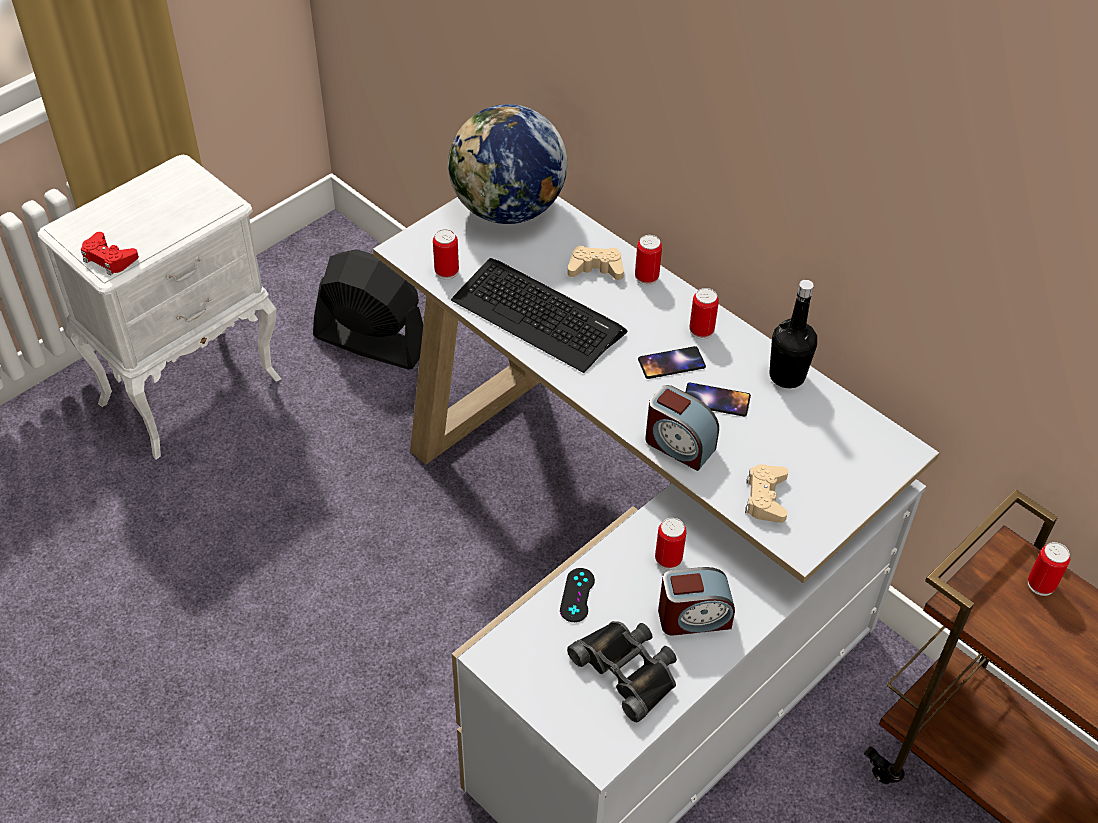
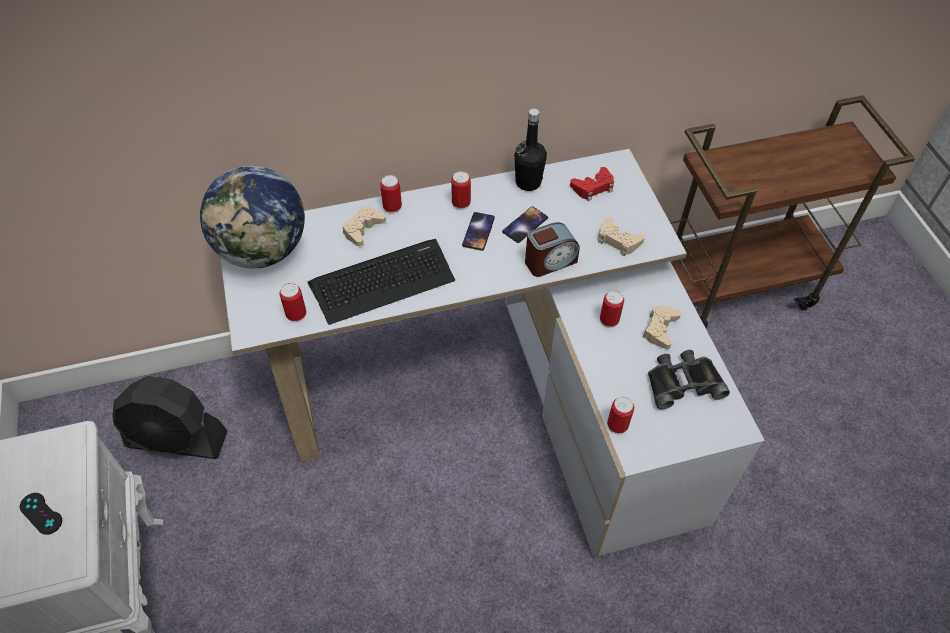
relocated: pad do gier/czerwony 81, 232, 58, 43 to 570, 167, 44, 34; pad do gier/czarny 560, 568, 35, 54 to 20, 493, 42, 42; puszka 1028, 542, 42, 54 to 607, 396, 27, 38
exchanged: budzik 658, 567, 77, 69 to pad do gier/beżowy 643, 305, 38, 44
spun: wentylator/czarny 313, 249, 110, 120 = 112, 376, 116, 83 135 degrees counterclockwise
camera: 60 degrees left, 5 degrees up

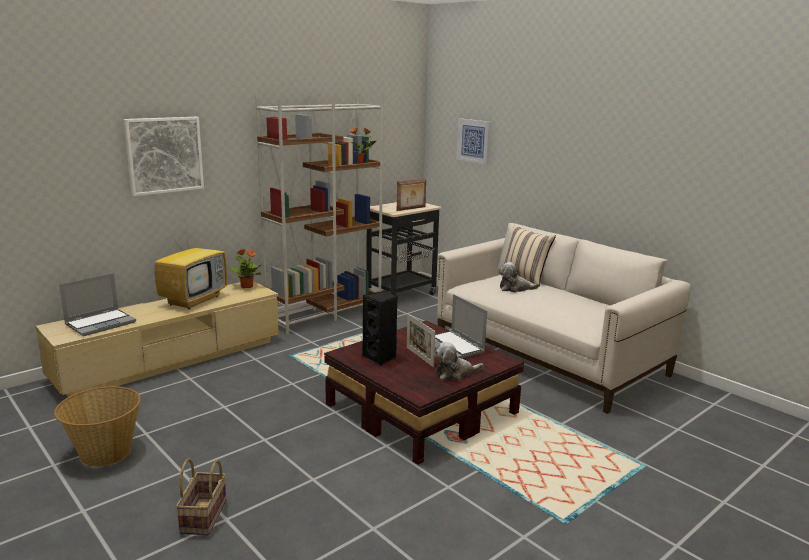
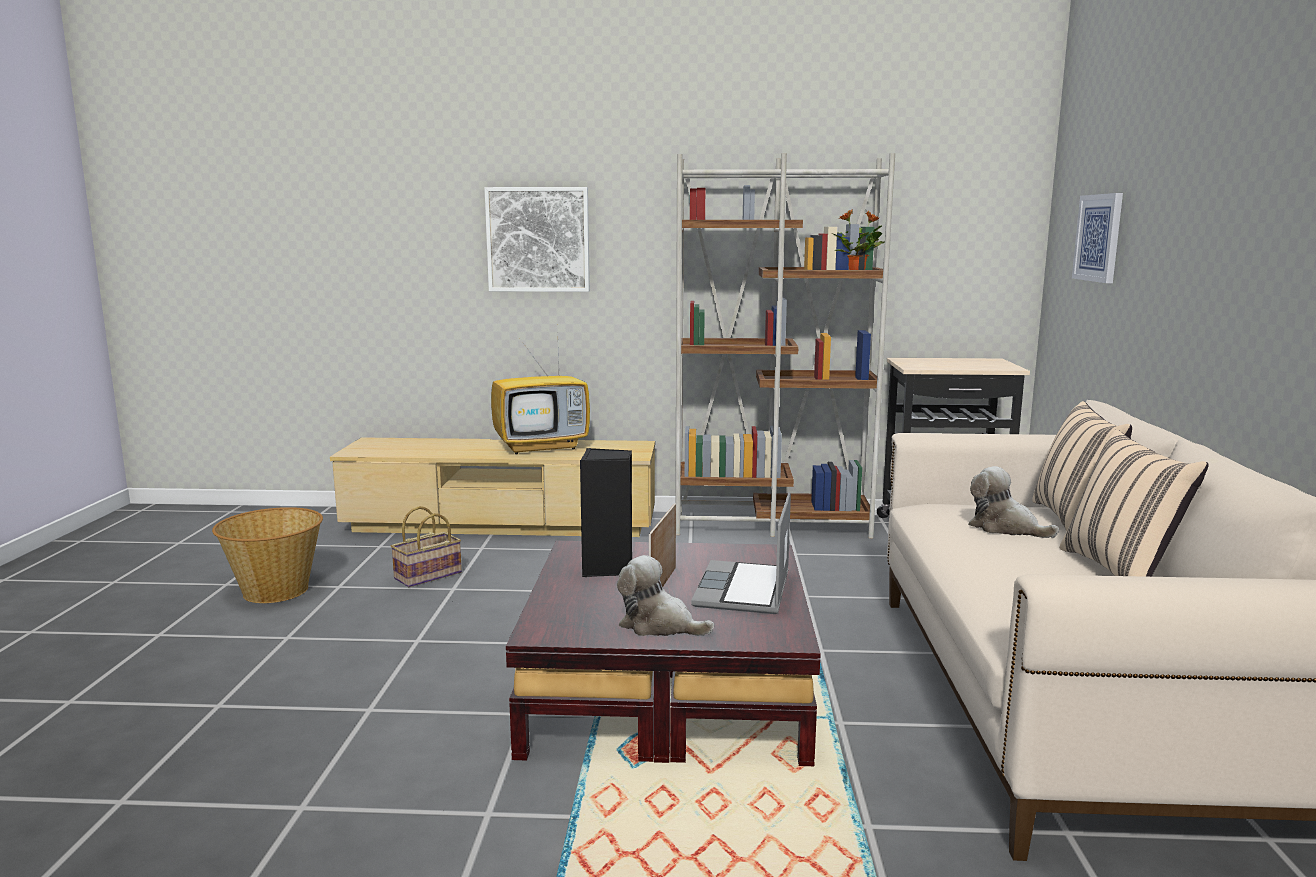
missing: laptop 59, 273, 77, 63; roślina doniczkowa 228, 249, 35, 40; ramka na zdjęcie 397, 179, 29, 32
appeared: poduszka/beżowy 1060, 430, 148, 147
relocated: koszyk 176, 459, 50, 76 to 391, 506, 71, 81
camera: 45 degrees right, 5 degrees down

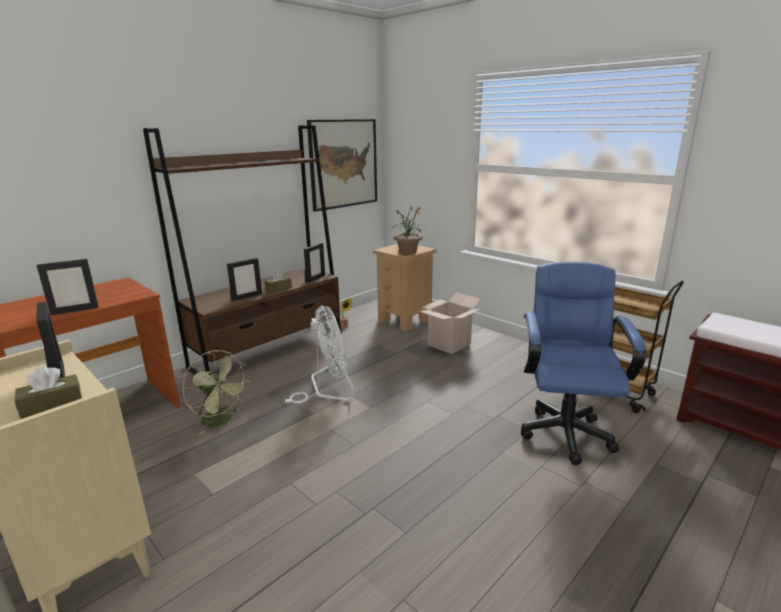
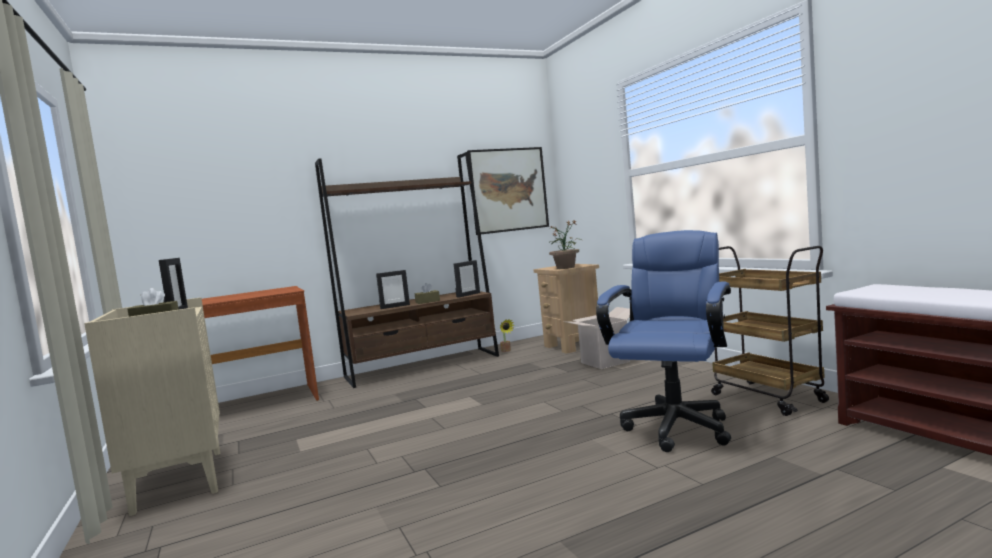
missing: ramka na zdjęcie 37, 259, 62, 56; wentylator/zielony 182, 350, 68, 85; wentylator/biały 284, 305, 71, 98
camera: 20 degrees right, 15 degrees down

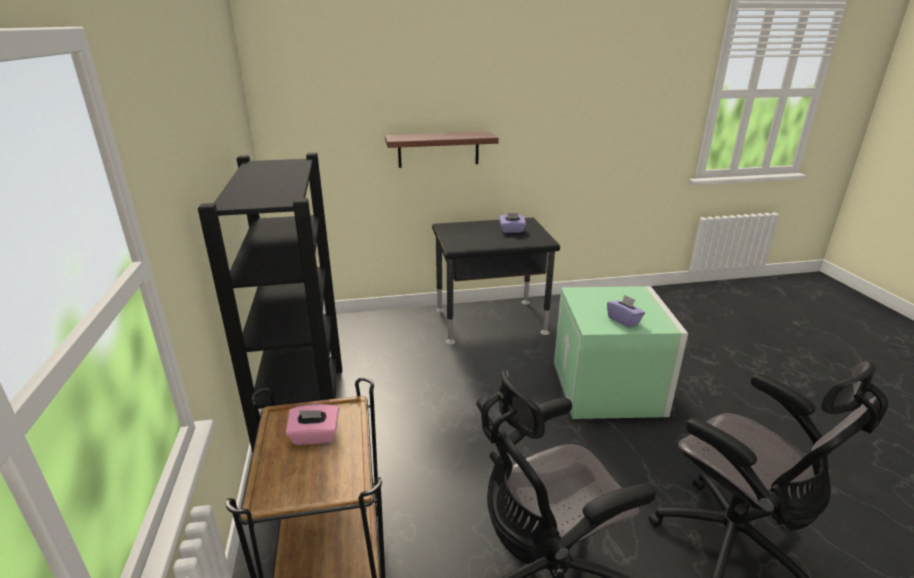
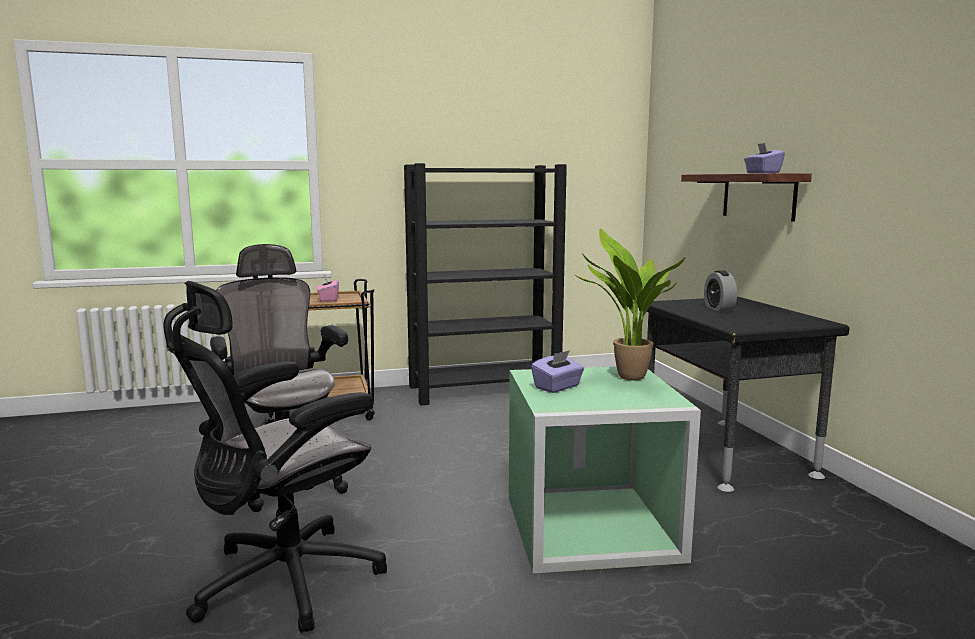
appeared: roślina doniczkowa 572, 229, 114, 152; budzik 704, 270, 33, 41
relocated: pudełko chusteczek/fioletowy 499, 213, 27, 20 to 744, 143, 41, 30
camera: 85 degrees right, 15 degrees down

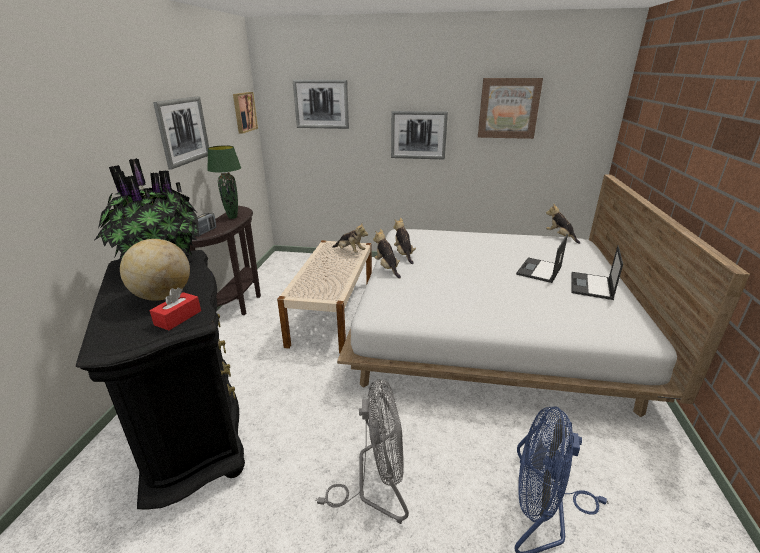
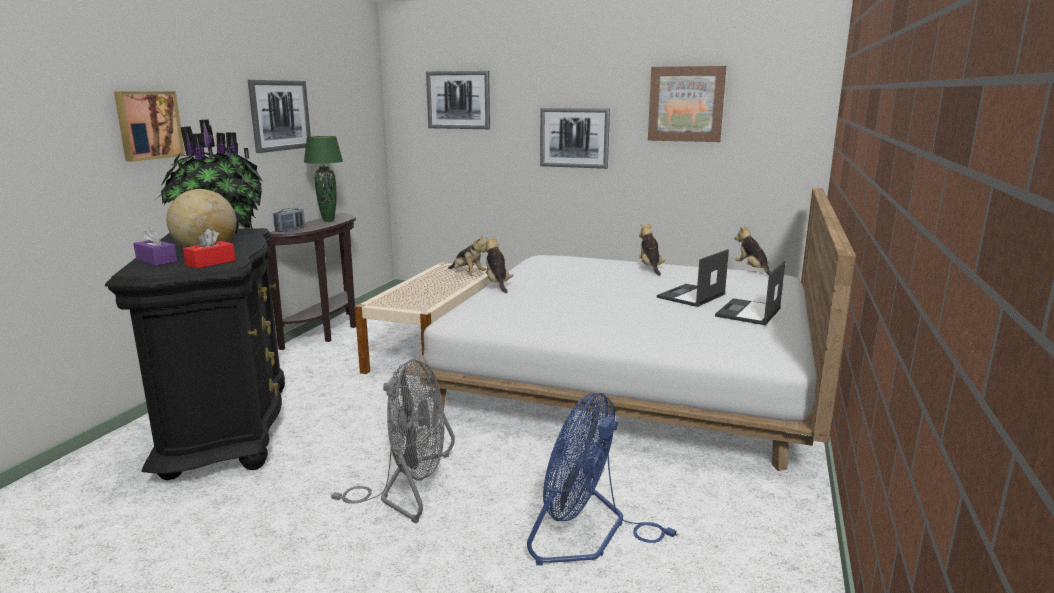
appeared: pudełko chusteczek/fioletowy 133, 227, 44, 39
relocated: obraz 233, 92, 25, 42 to 114, 91, 71, 71; pluszak 393, 217, 23, 47 to 639, 223, 27, 53
camera: 10 degrees right, 10 degrees down

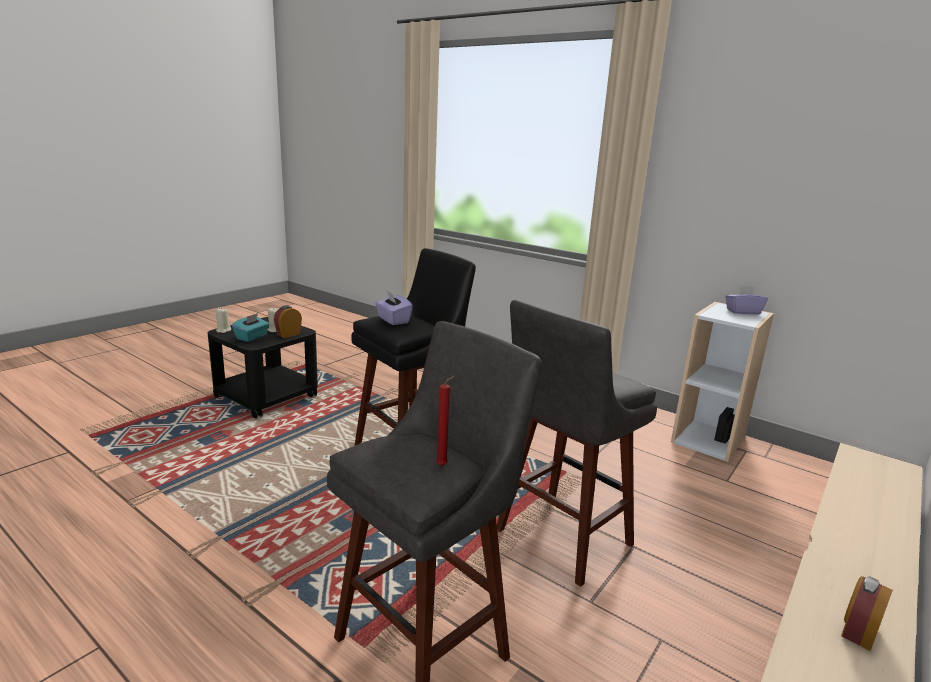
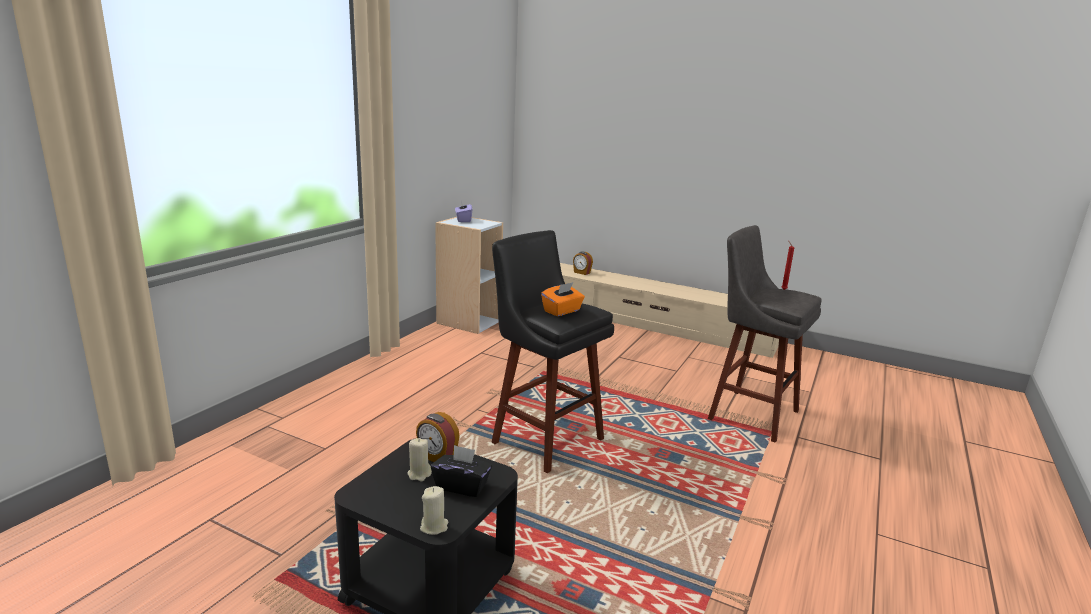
missing: stołek/szary 497, 300, 160, 287
relocated: budzik 841, 576, 52, 75 to 573, 252, 20, 23
colour: pudełko chusteczek/turkusowy 232, 313, 37, 29 to pudełko chusteczek/czarny 431, 445, 61, 52; pudełko chusteczek/fioletowy 375, 291, 38, 34 to pudełko chusteczek/pomarańczowy 541, 282, 44, 34
camera: 100 degrees left, 0 degrees up

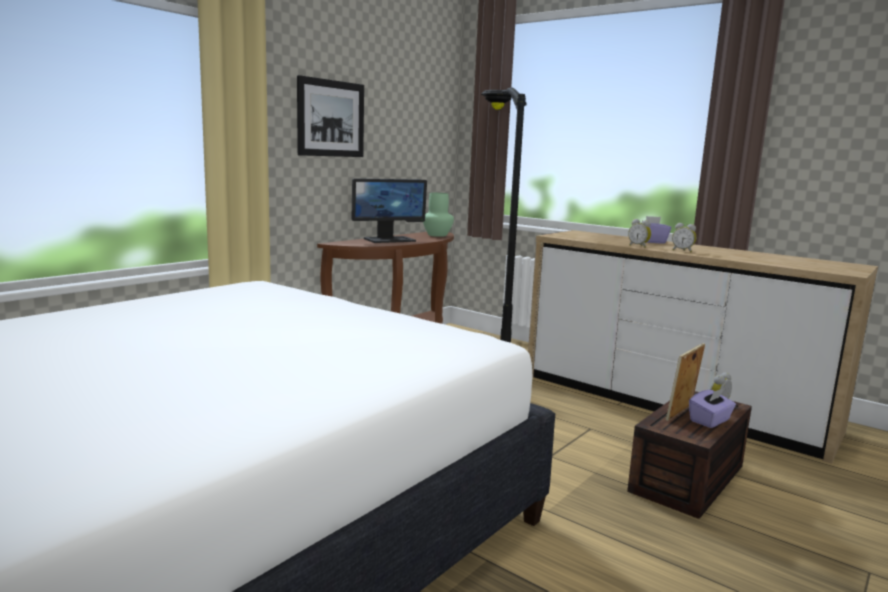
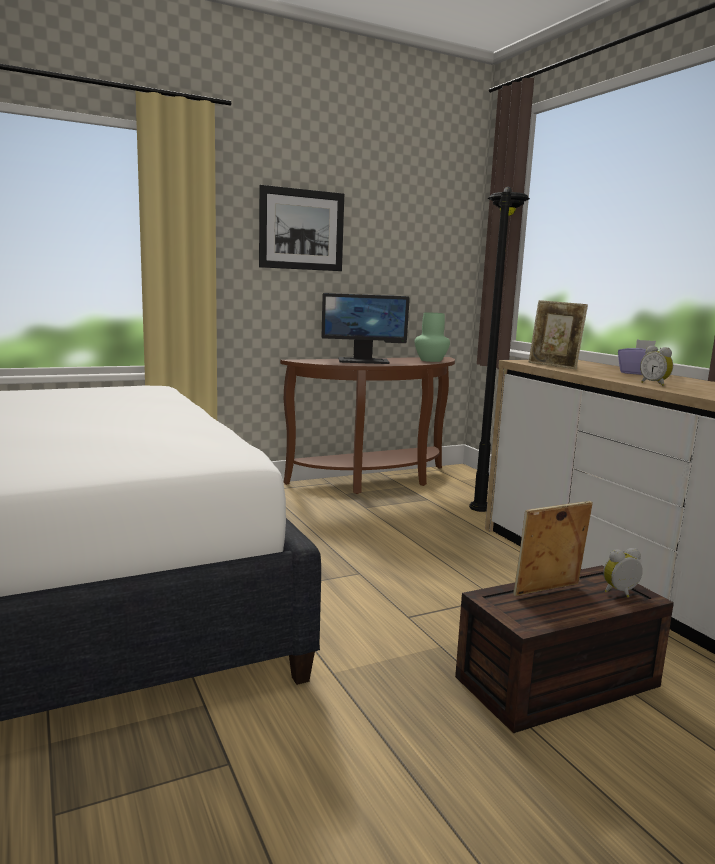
missing: budzik 628, 219, 23, 29; pudełko chusteczek/fioletowy 689, 388, 47, 40
appeared: ramka na zdjęcie 529, 300, 59, 70
camera: 25 degrees right, 0 degrees up

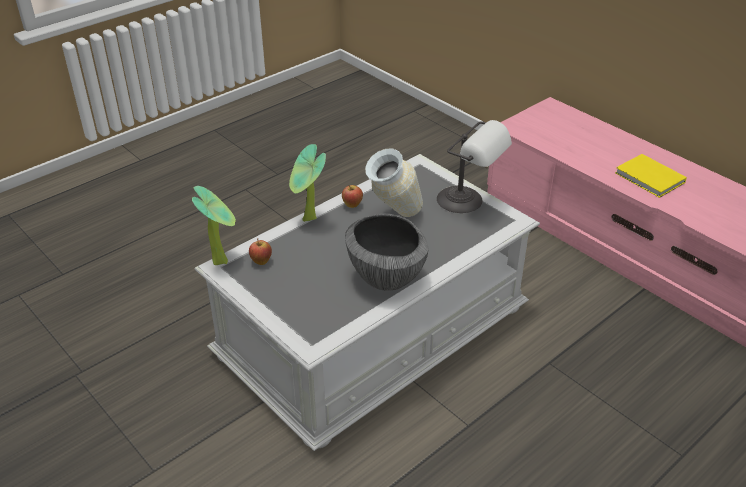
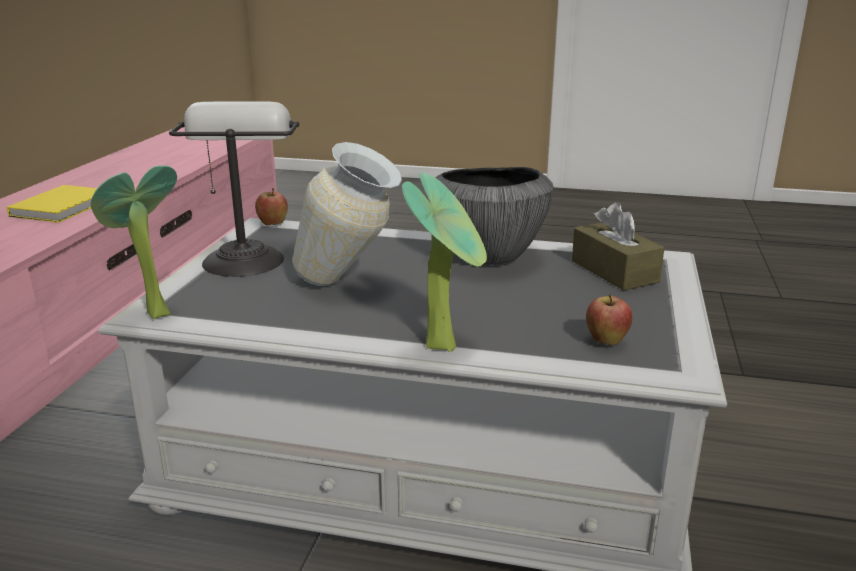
appeared: pudełko chusteczek/brązowy 572, 202, 93, 88
relocated: roślina doniczkowa 192, 186, 44, 79 to 91, 165, 86, 154; jabłko 342, 185, 21, 23 to 255, 188, 33, 38
camera: 125 degrees left, 15 degrees down

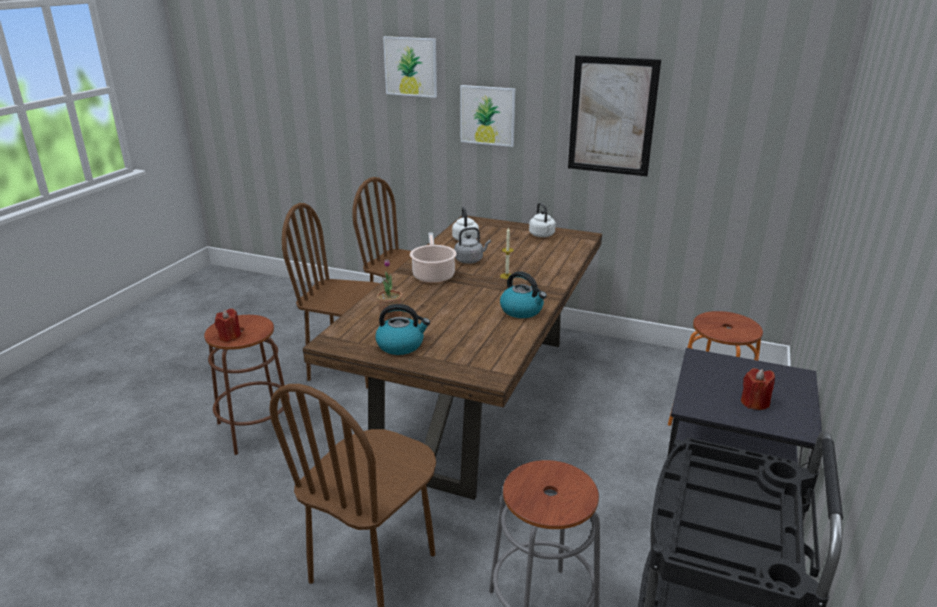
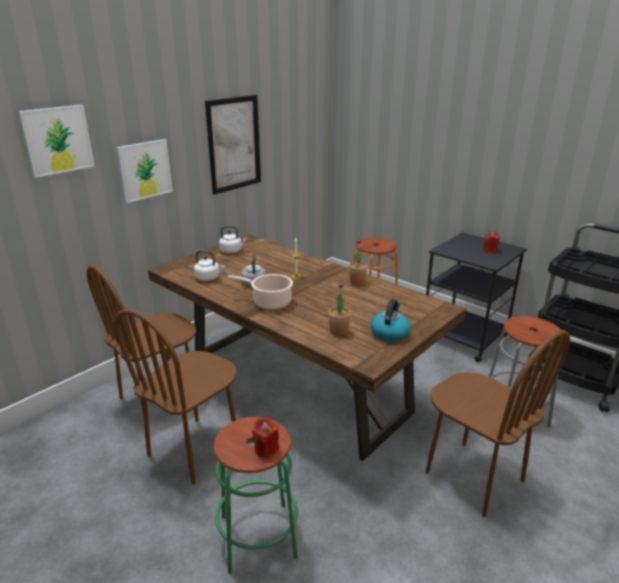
exchanged: czajnik 500, 271, 47, 47 to roślina doniczkowa 349, 238, 18, 47
colour: stołek/brązowy 204, 315, 86, 140 to stołek/zielony 214, 417, 84, 157
camera: 70 degrees left, 0 degrees up

